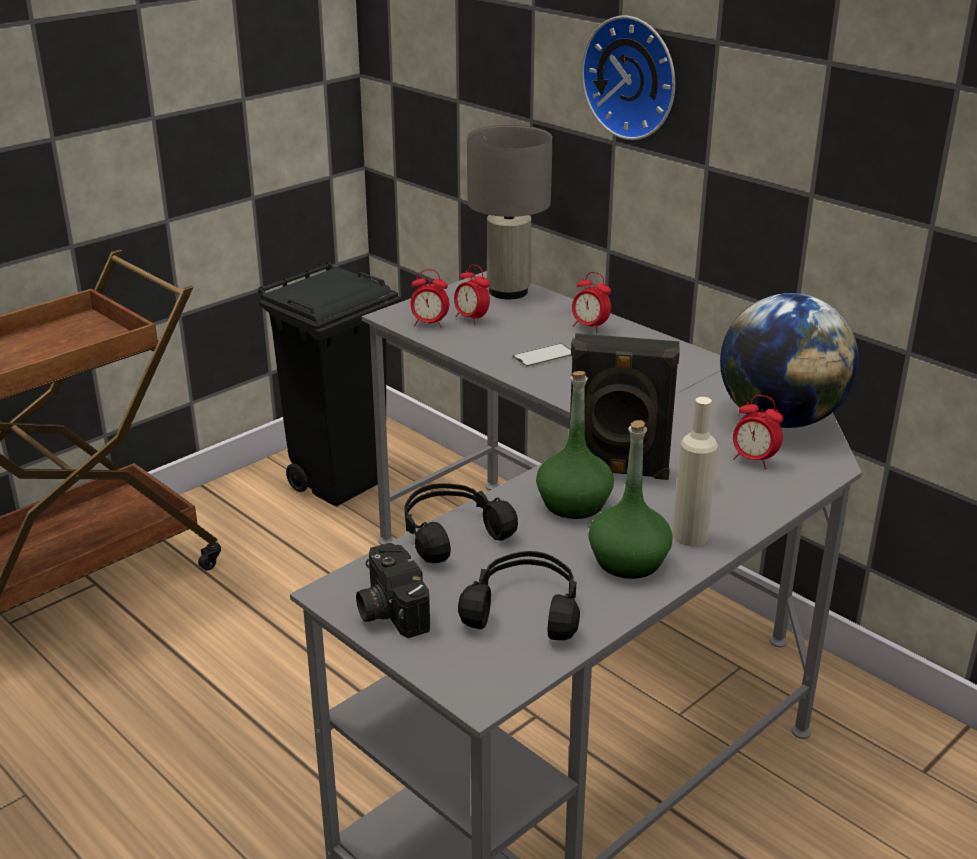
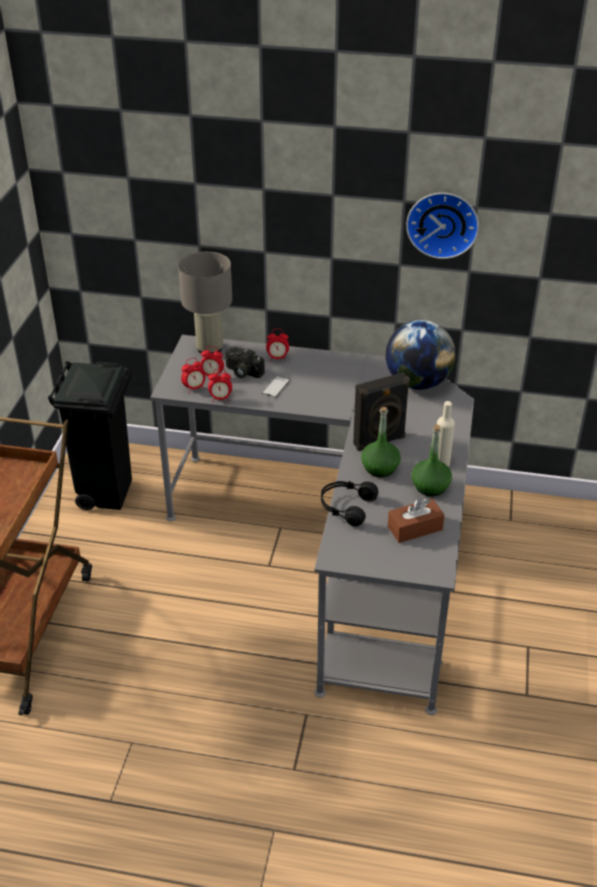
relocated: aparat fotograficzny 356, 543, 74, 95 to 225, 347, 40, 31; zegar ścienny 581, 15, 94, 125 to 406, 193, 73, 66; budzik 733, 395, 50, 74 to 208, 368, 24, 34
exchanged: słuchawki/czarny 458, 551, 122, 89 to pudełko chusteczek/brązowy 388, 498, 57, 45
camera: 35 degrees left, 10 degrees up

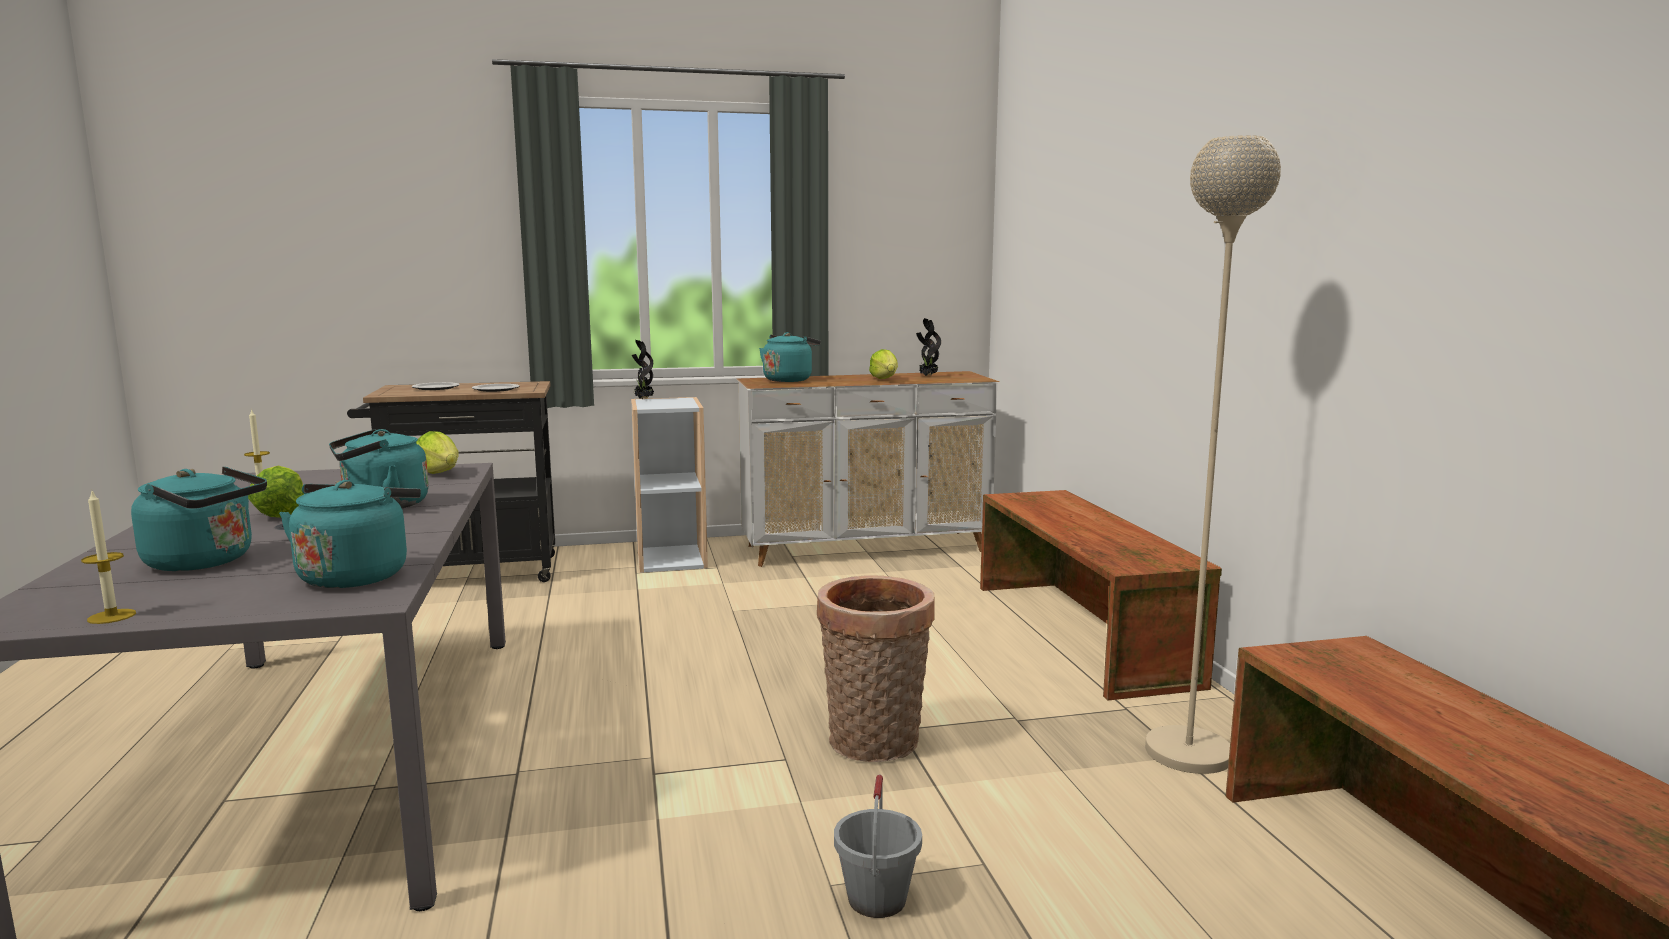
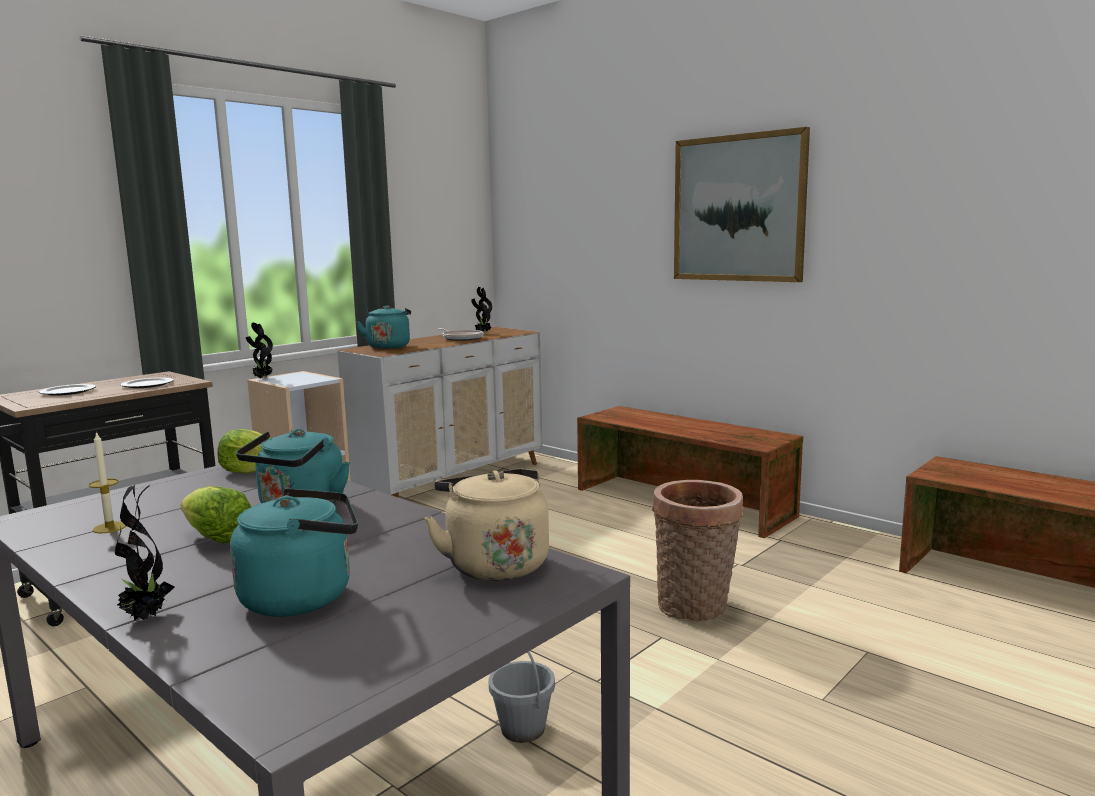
missing: świeca 81, 489, 55, 135; lampa stojąca/beżowy 1145, 135, 136, 639
appeared: roślina doniczkowa 115, 485, 60, 136; obraz 674, 127, 136, 155
relocated: wiadro/szary 834, 774, 88, 144 to 488, 651, 67, 92
exchanged: sałata 869, 349, 29, 30 to patelnia 437, 328, 47, 13
colour: czajnik/turkusowy 279, 480, 142, 108 to czajnik/beżowy 424, 469, 125, 112
camera: 35 degrees left, 0 degrees up

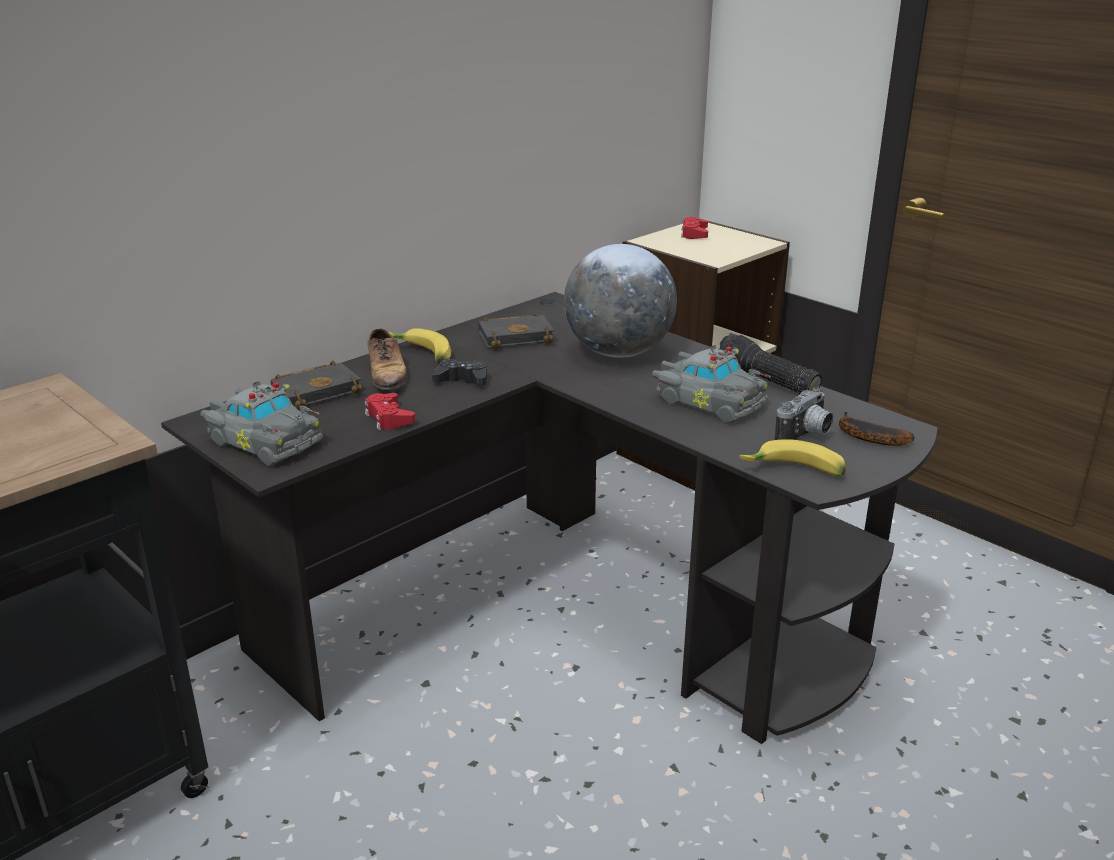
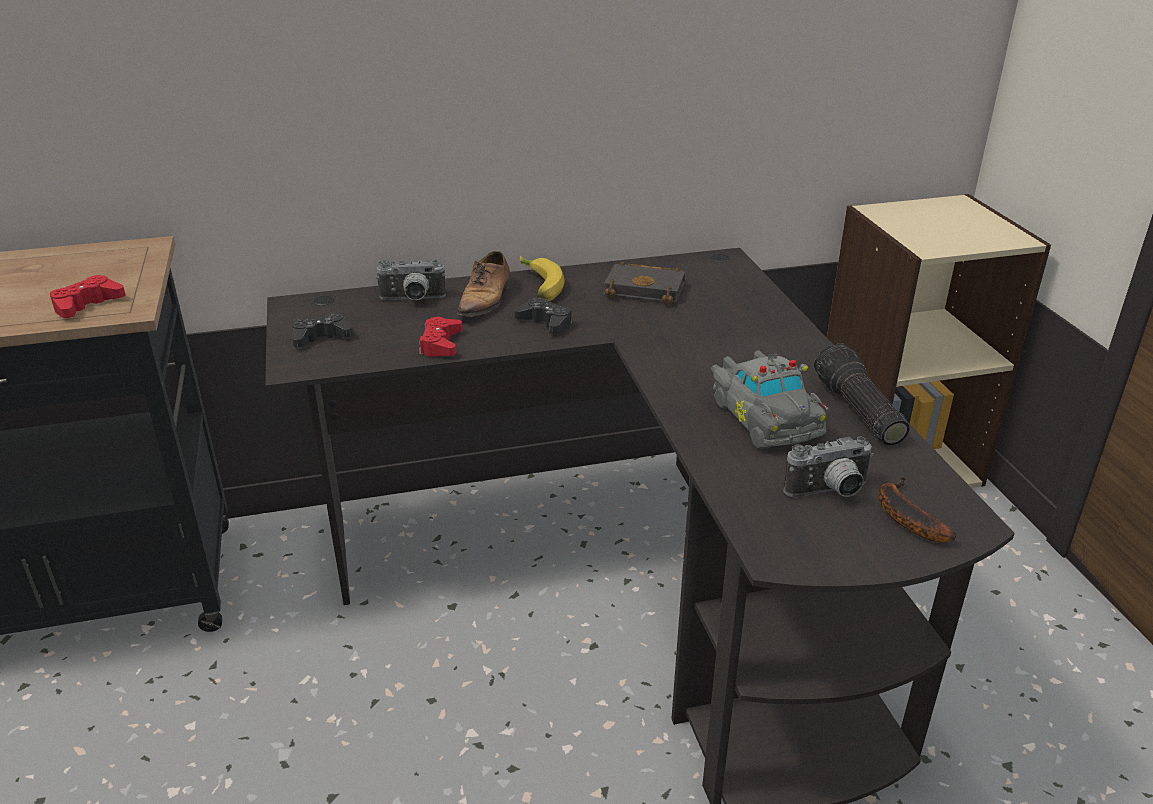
missing: globus 564, 244, 113, 114; banan 739, 439, 107, 38
relocated: pad do gier/czerwony 681, 217, 27, 22 to 50, 275, 76, 43
exchanged: samochodzik/szary 200, 381, 123, 85 to pad do gier/czarny 291, 312, 62, 36; książka/czarny 270, 361, 92, 49 to aparat fotograficzny 376, 260, 70, 40
camera: 30 degrees right, 5 degrees up

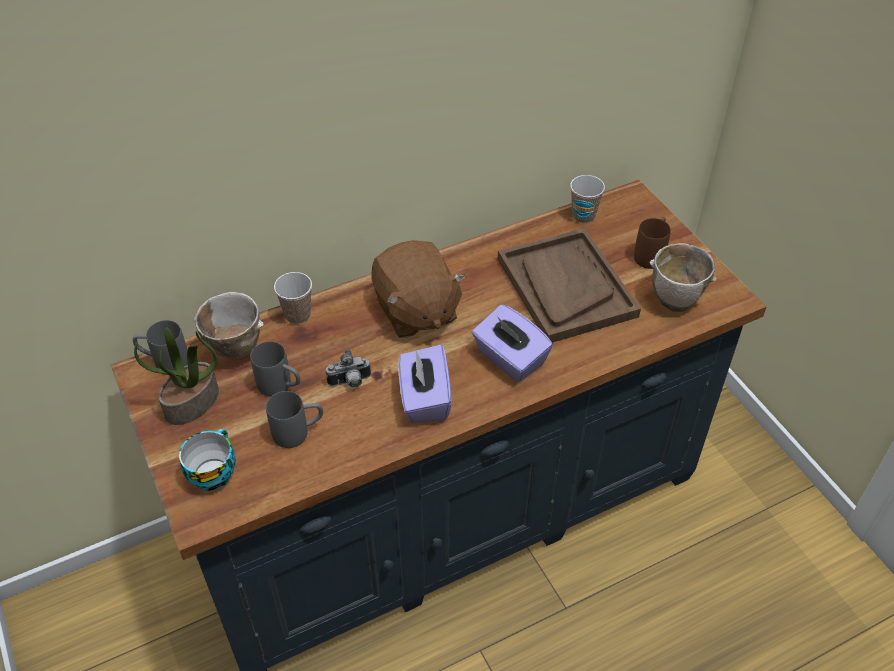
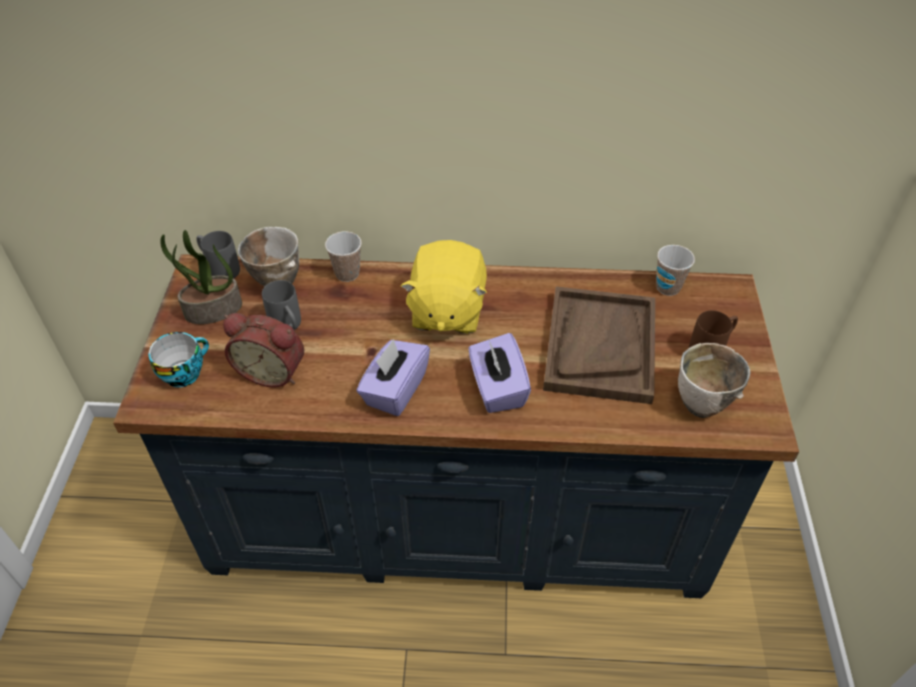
missing: aparat fotograficzny 326, 349, 45, 39
exchanged: kubek/szary 266, 391, 57, 57 to budzik 223, 313, 81, 75
colour: pluszak/brązowy 371, 240, 95, 98 to pluszak/żółty 401, 240, 86, 94
camera: 30 degrees right, 0 degrees up

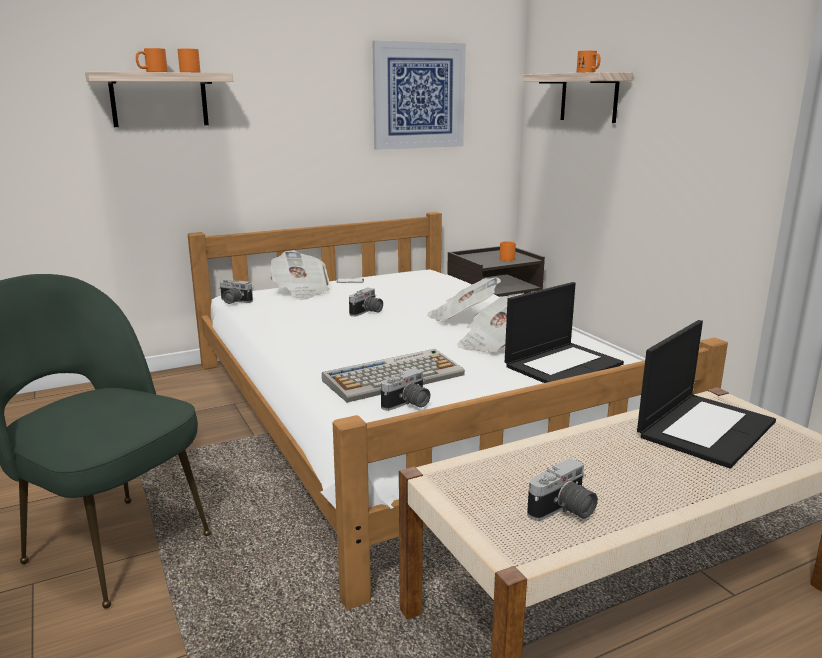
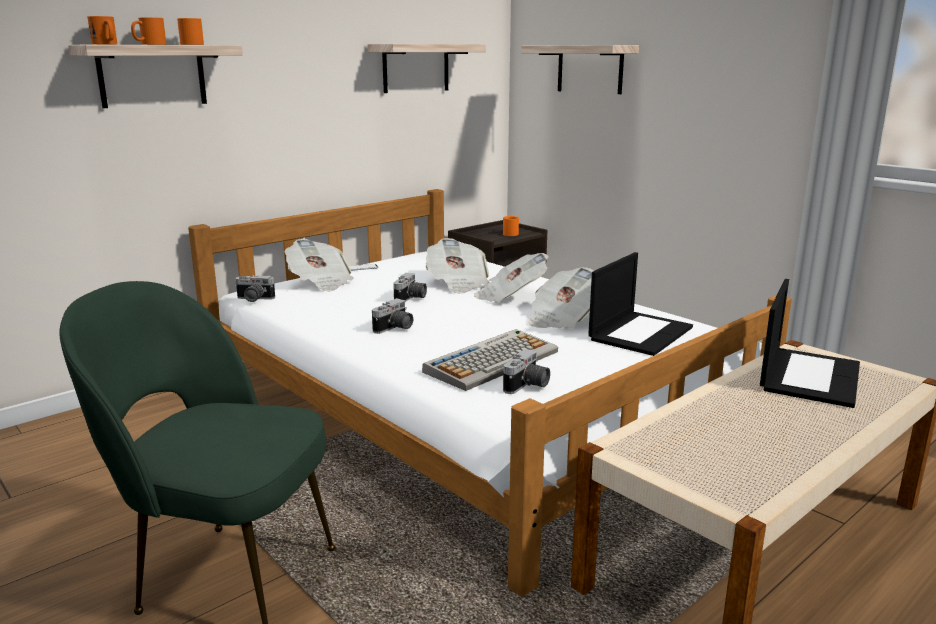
appeared: gazeta 425, 238, 64, 56
relocated: aparat fotograficzny 527, 458, 71, 63 to 372, 298, 41, 36; kubek/pomarańczowy 577, 51, 24, 22 to 87, 16, 30, 28
exchanged: obraz 373, 40, 93, 110 to półka 368, 44, 118, 49
camera: 15 degrees left, 0 degrees up

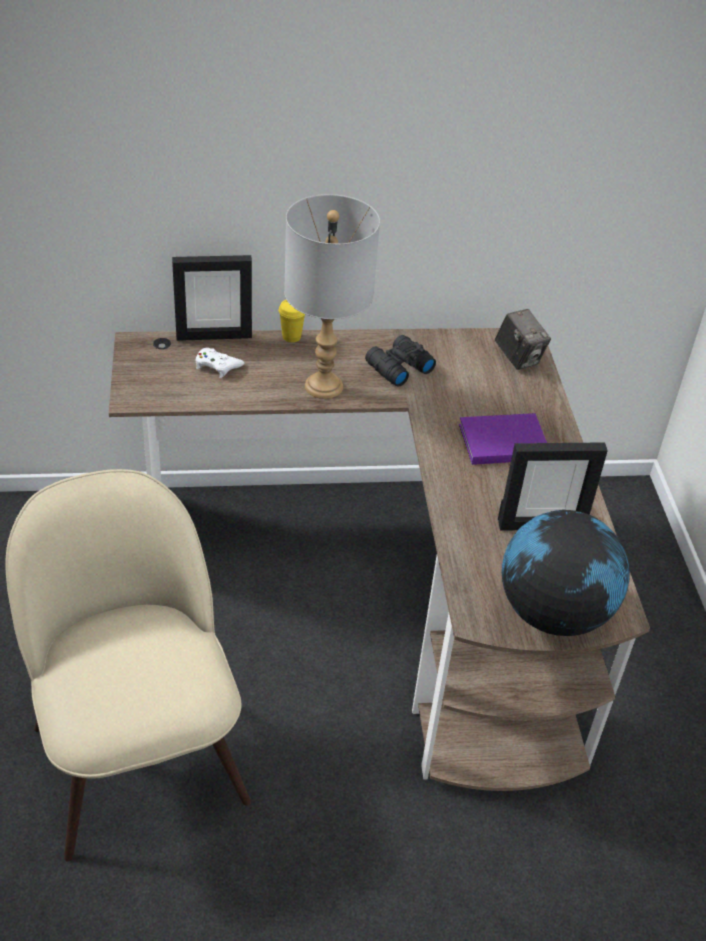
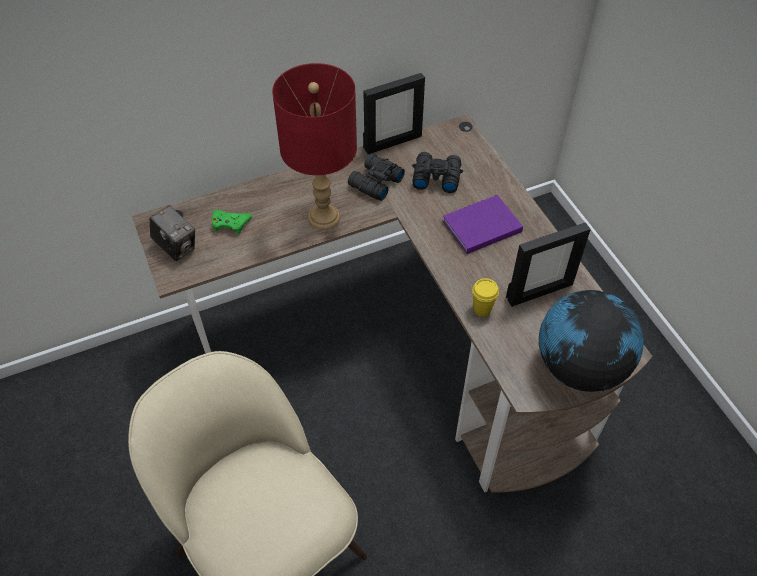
appeared: lornetka/czarny 412, 152, 51, 41
relocated: ramka na zdjęcie 172, 255, 80, 86 to 363, 73, 62, 81; filiżanka/żółty 279, 300, 26, 42 to 472, 278, 27, 39; aparat fotograficzny 495, 309, 56, 61 to 150, 205, 45, 56
colour: pad do gier/biały 196, 347, 48, 31 to pad do gier/zielony 212, 209, 40, 26; lampa stołowa/szary 284, 194, 96, 205 to lampa stołowa/czerwony 272, 63, 85, 167
camera: 15 degrees left, 10 degrees up

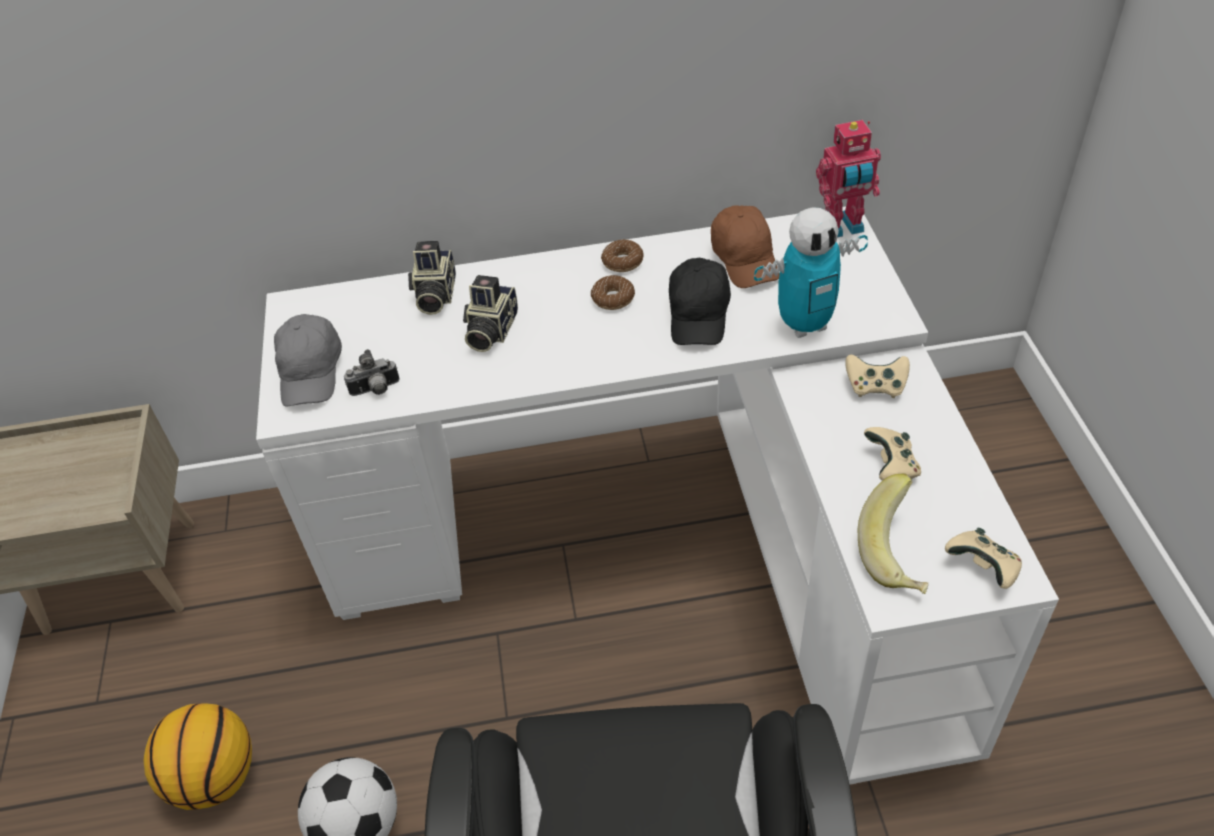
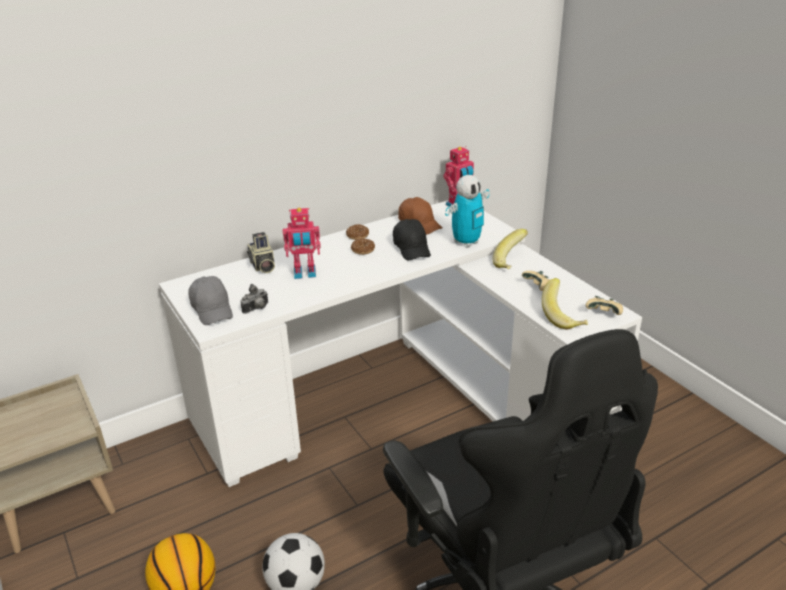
exchanged: aparat fotograficzny 463, 275, 55, 77 to robot zabawkowy 283, 208, 38, 71; pad do gier/beżowy 845, 355, 65, 43 to banan 492, 229, 36, 40
camera: 25 degrees left, 15 degrees down

